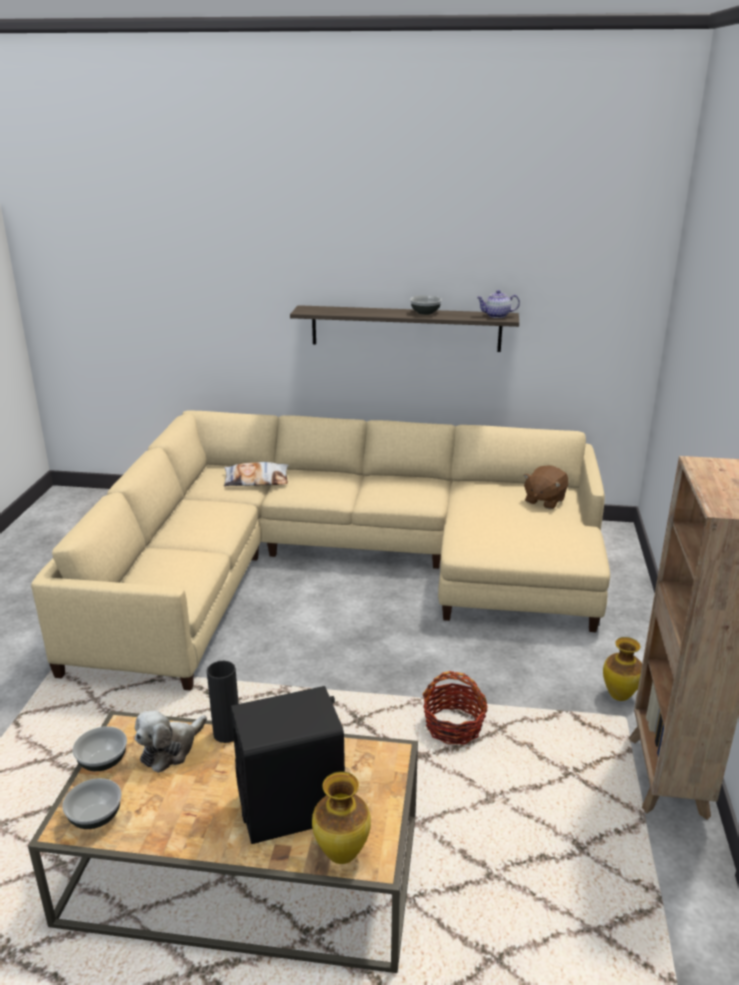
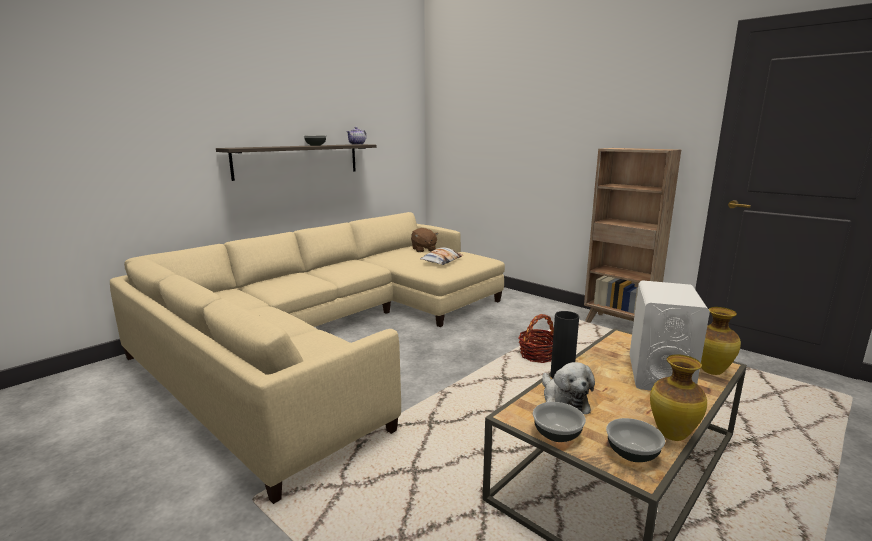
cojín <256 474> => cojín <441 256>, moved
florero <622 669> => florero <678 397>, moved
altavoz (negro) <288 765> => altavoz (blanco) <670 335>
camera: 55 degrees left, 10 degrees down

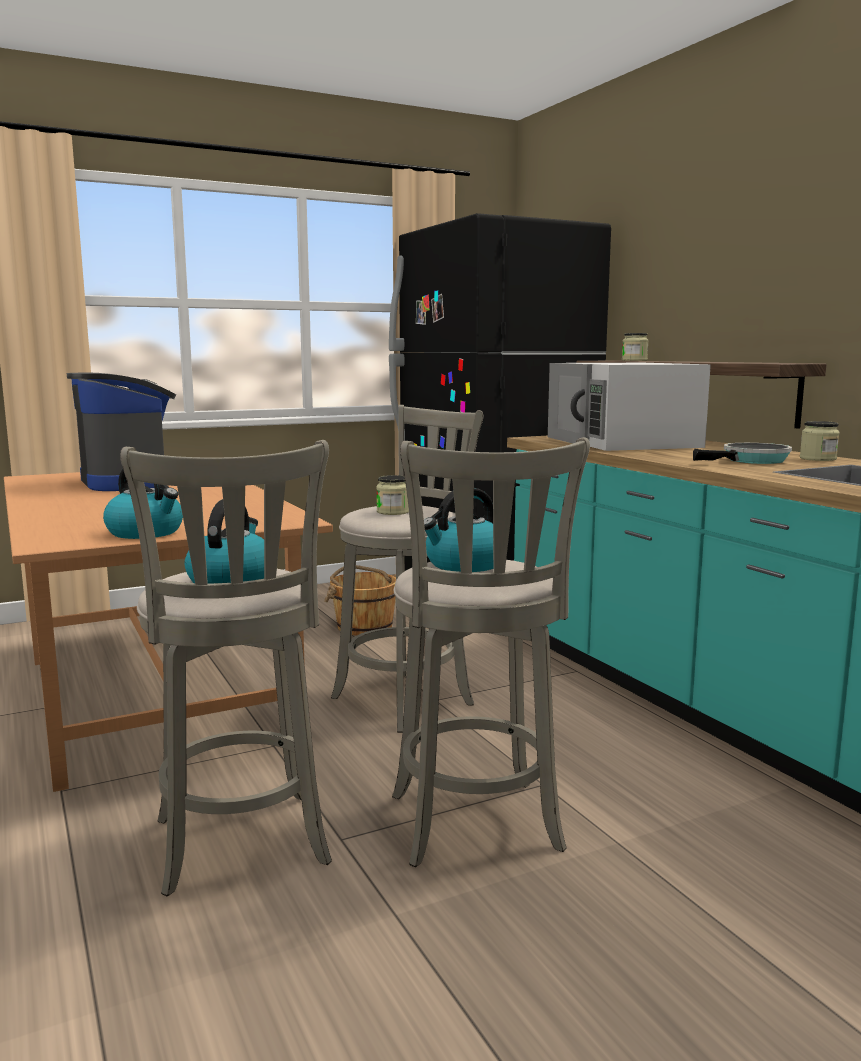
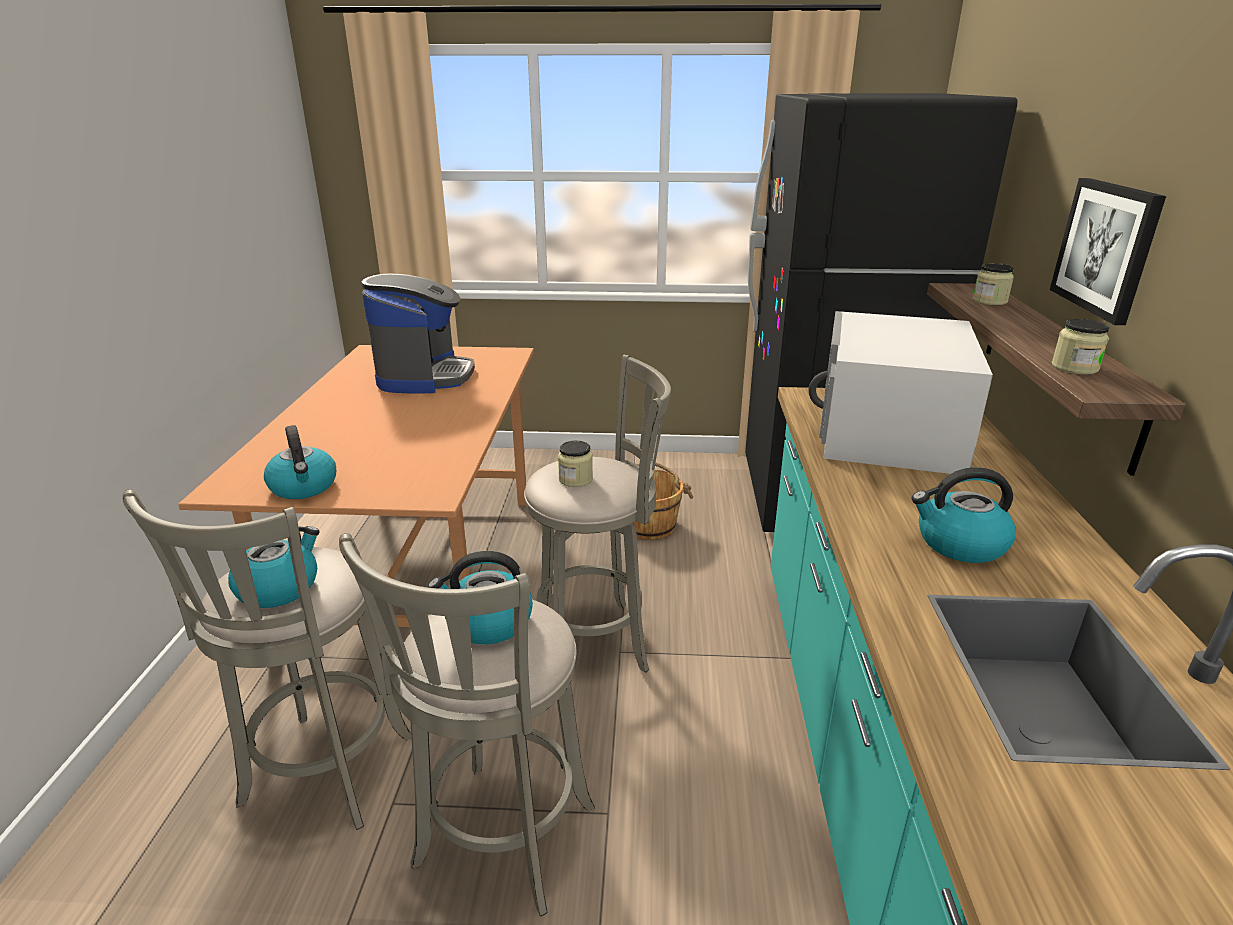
nothing => cuadro <1108 251>
tarro <820 441> => tarro <1080 346>, moved
sartén <742 453> => hervidor <964 515>
camera: 30 degrees right, 15 degrees up

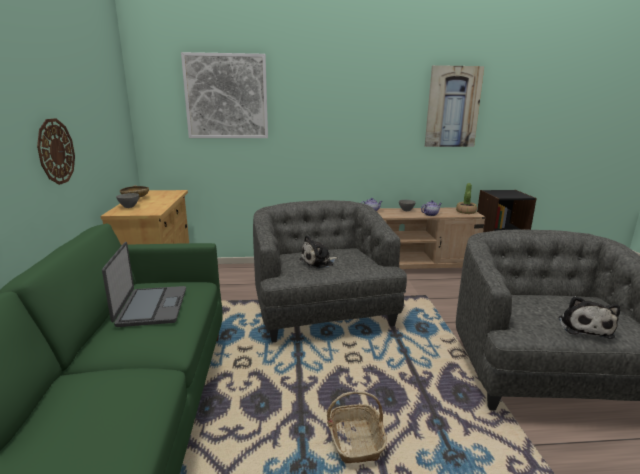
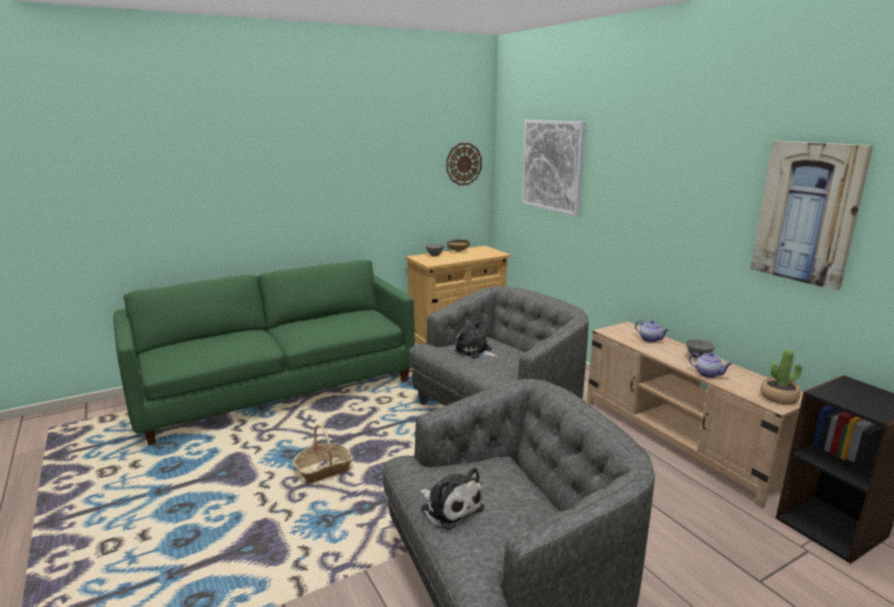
portátil <144 284> => nothing
reloj de pared <56 151> => reloj de pared <464 164>, moved
peluche <589 317> => peluche <452 498>, 120 degrees counterclockwise
camera: 65 degrees right, 0 degrees up

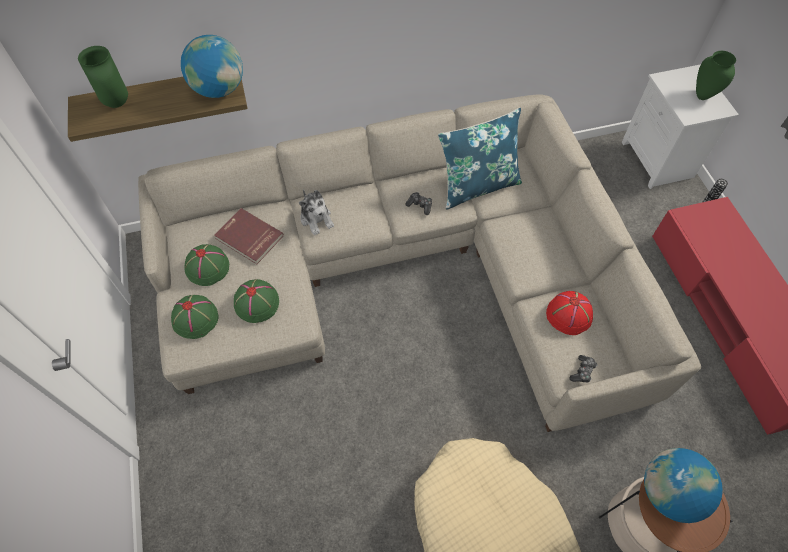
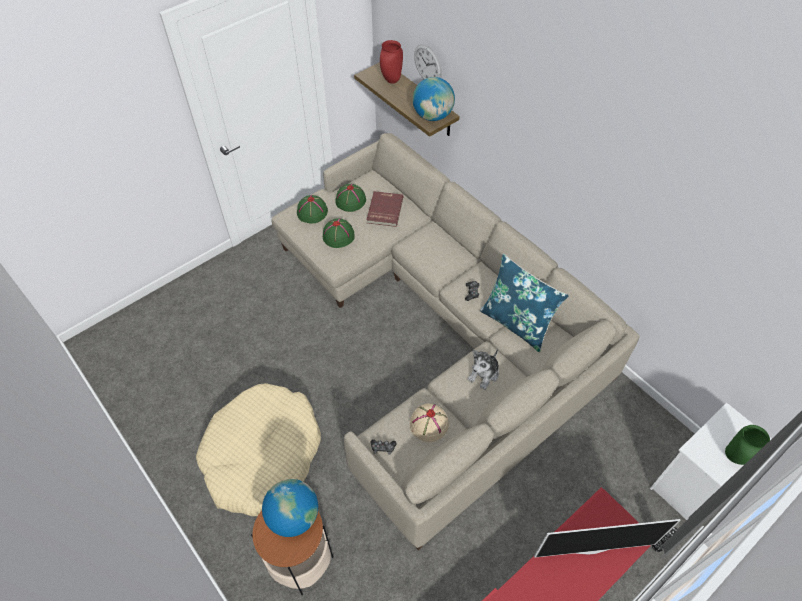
nothing => reloj de pared <428 61>
nothing => televisor <607 538>
peluche <316 212> => peluche <483 369>, moved
florero (verde) <103 77> => florero (rojo) <391 62>
sombrero (rojo) <569 313> => sombrero (beis) <429 423>
camera: 65 degrees right, 5 degrees down

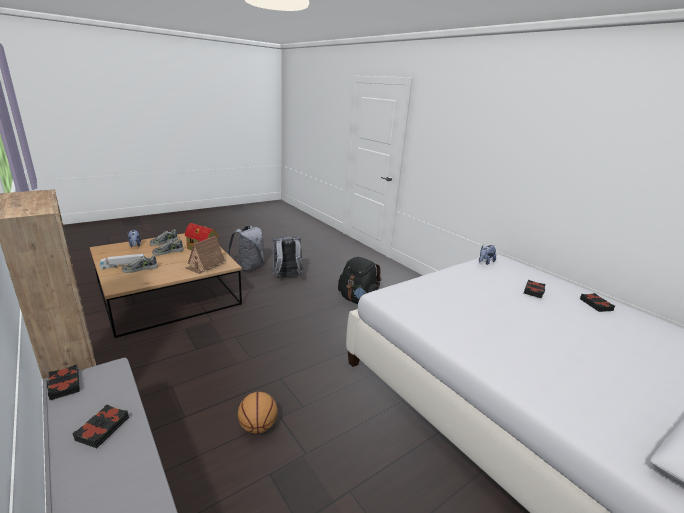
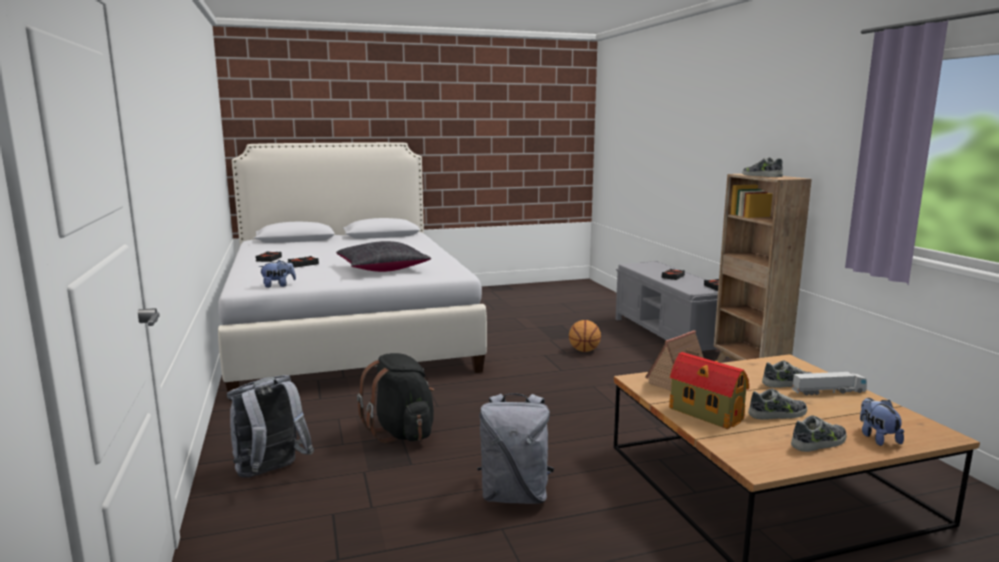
nothing => cojín (negro) <383 256>
nothing => zapato <762 167>
mochila (gris) <246 248> => mochila (gris) <270 426>, moved
camera: 160 degrees left, 10 degrees down

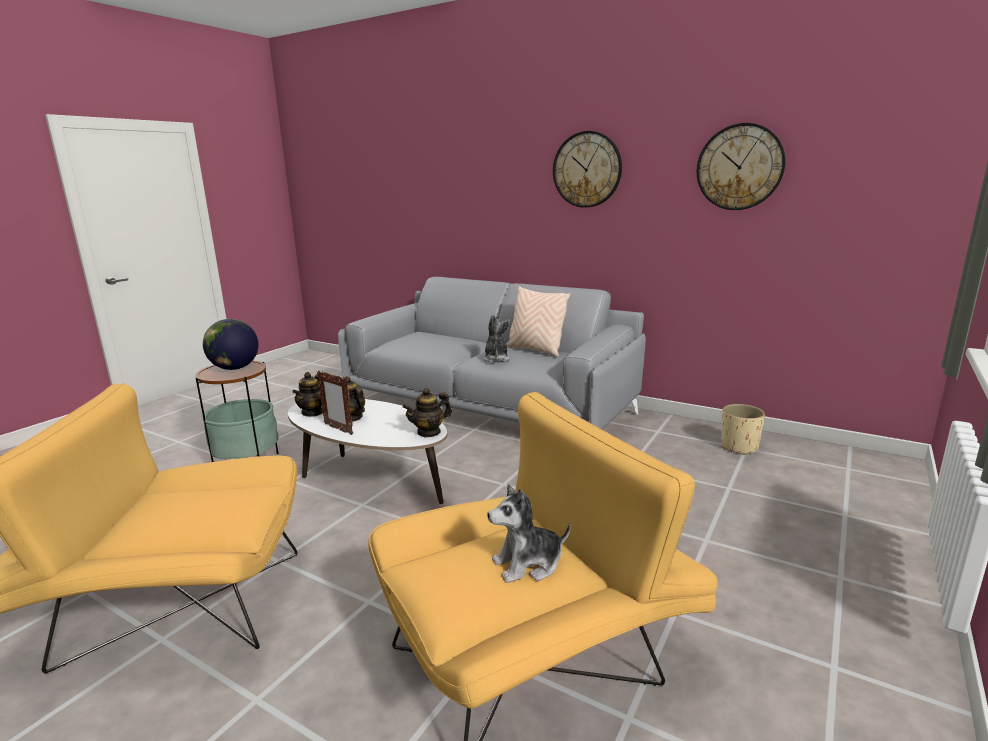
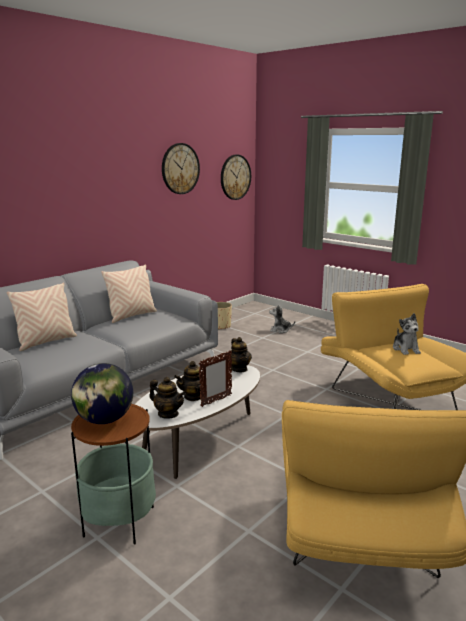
nothing => cojín (beis) <42 316>
peluche <496 338> => peluche <282 318>, moved
reloj de pared <587 169> => reloj de pared <236 177>, moved
camera: 80 degrees left, 0 degrees up

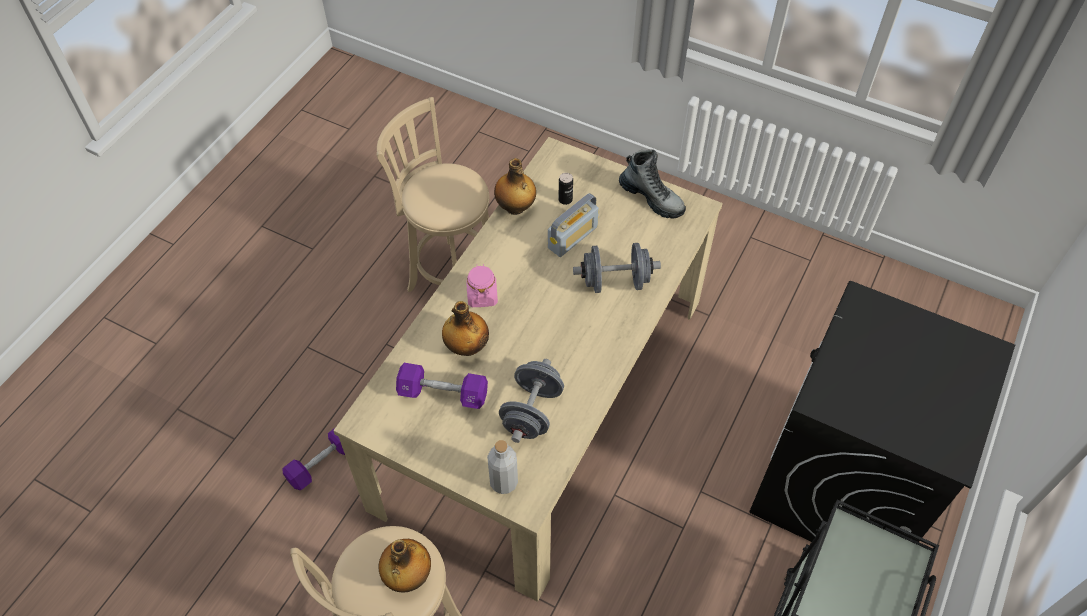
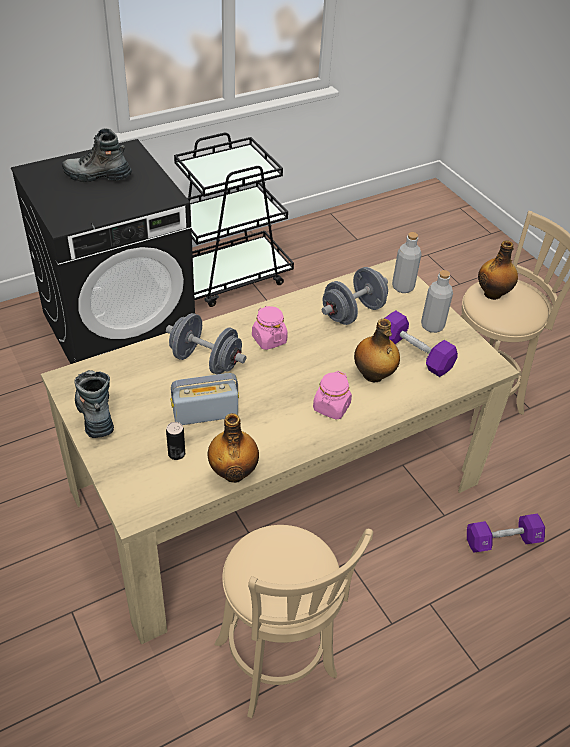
nothing => bota <97 155>
nothing => tarro (rosa) <270 328>
nothing => botella (gris) <437 301>
camera: 150 degrees left, 10 degrees down

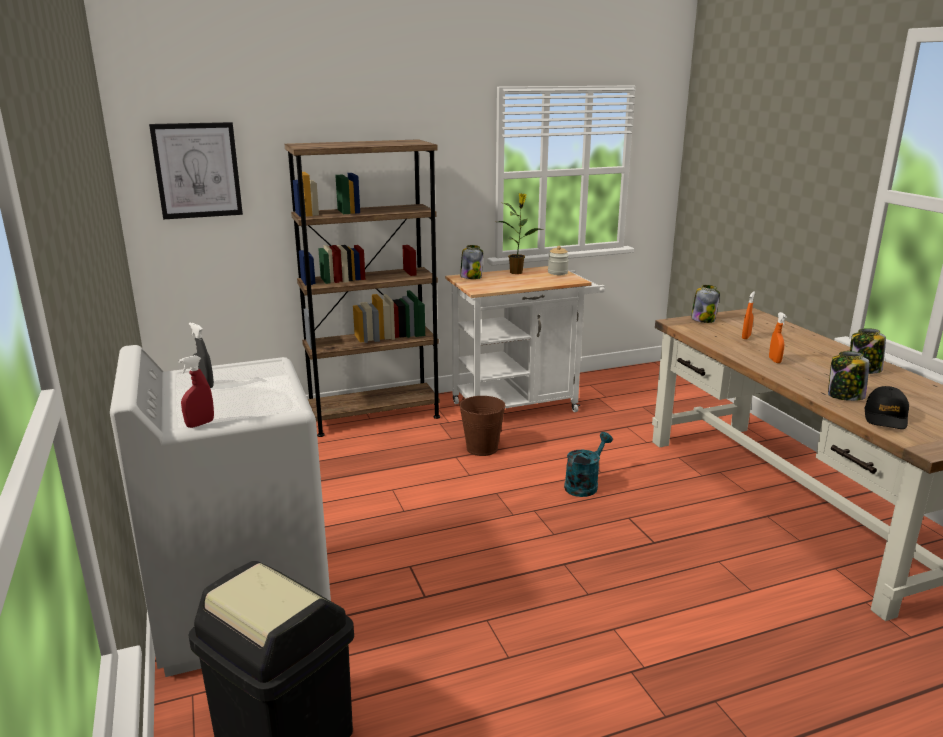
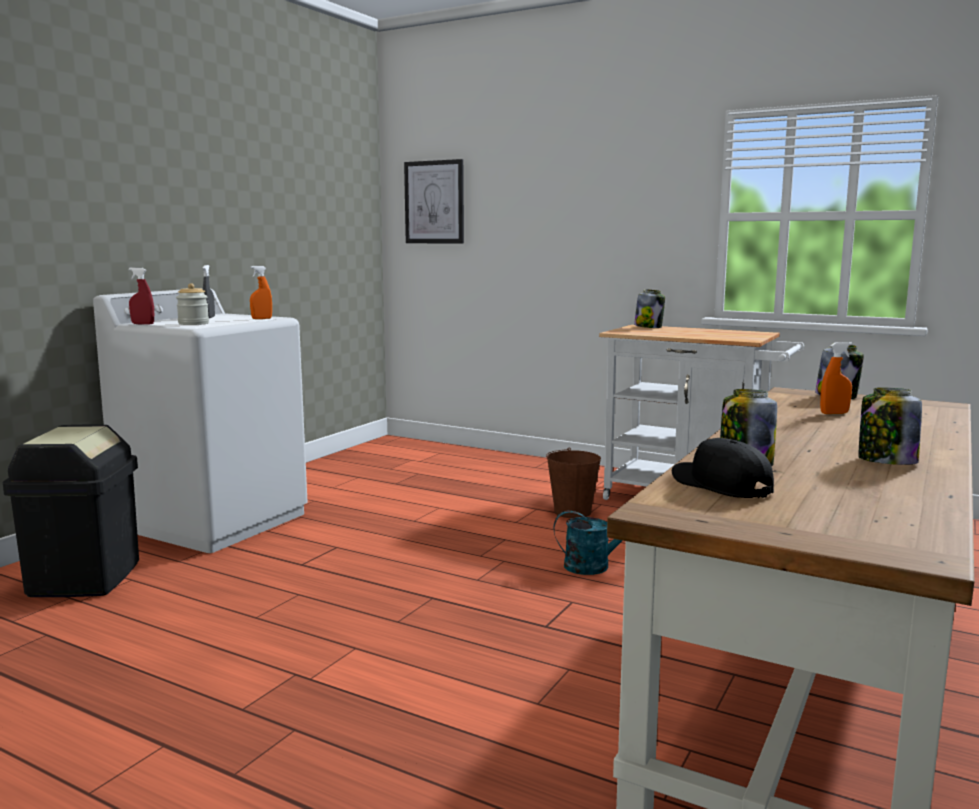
estantería (marrón) <362 288> => nothing
planta en maceta <520 233> => nothing
tarro <558 260> => tarro <192 304>, moved
pulverizador (naranja) <778 337> => pulverizador (naranja) <261 292>, moved
gorra (negro) <886 407> => gorra (negro) <723 468>, 75 degrees clockwise
camera: 50 degrees right, 10 degrees down

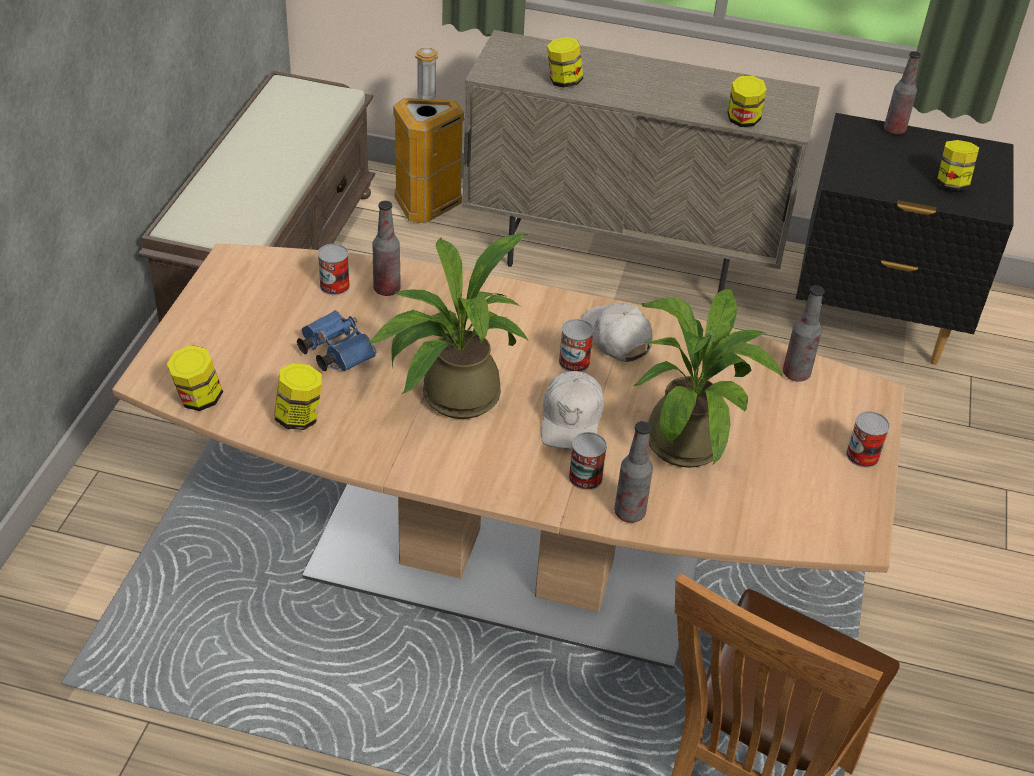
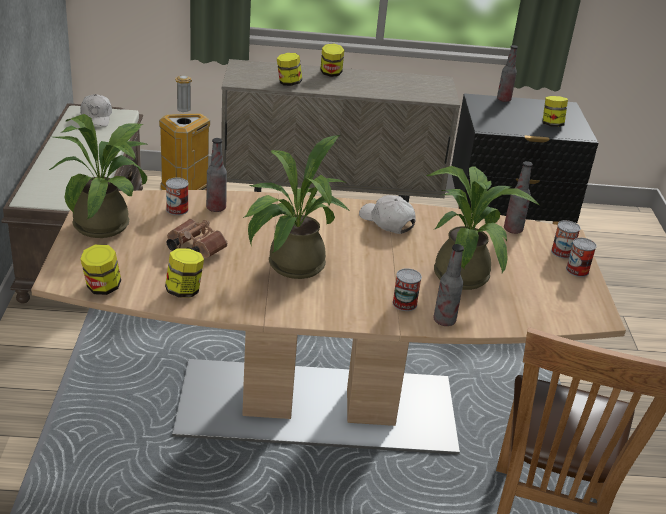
nothing => planta en maceta <99 176>
gorra (blanco) <572 410> => gorra (blanco) <96 110>, moved
lata <576 345> => lata <566 239>, moved
tarro <746 101> => tarro <332 60>, moved
prismáticos (azul) <336 340> => prismáticos (marrón) <197 238>
camera: 15 degrees left, 10 degrees down

